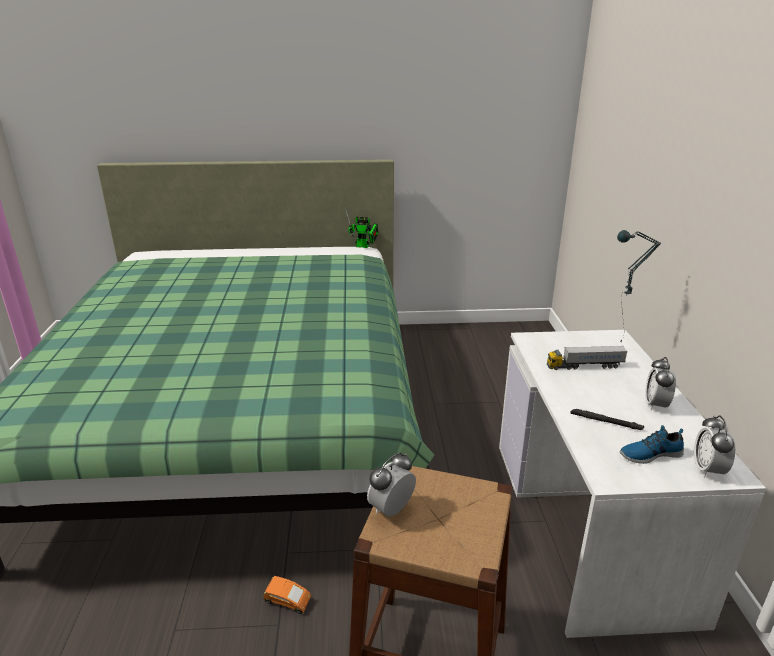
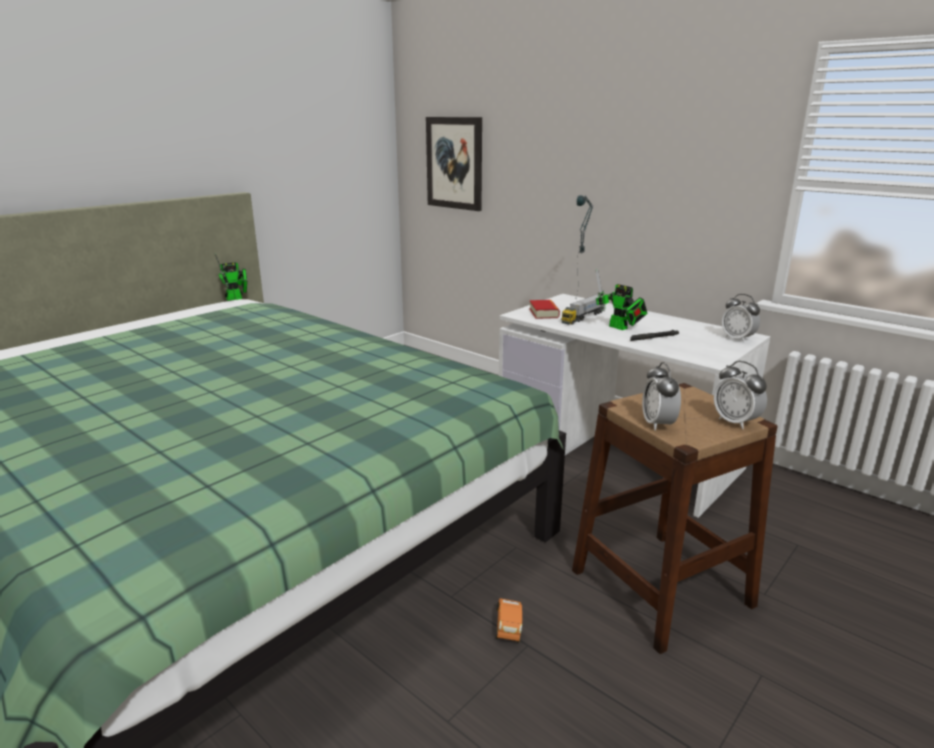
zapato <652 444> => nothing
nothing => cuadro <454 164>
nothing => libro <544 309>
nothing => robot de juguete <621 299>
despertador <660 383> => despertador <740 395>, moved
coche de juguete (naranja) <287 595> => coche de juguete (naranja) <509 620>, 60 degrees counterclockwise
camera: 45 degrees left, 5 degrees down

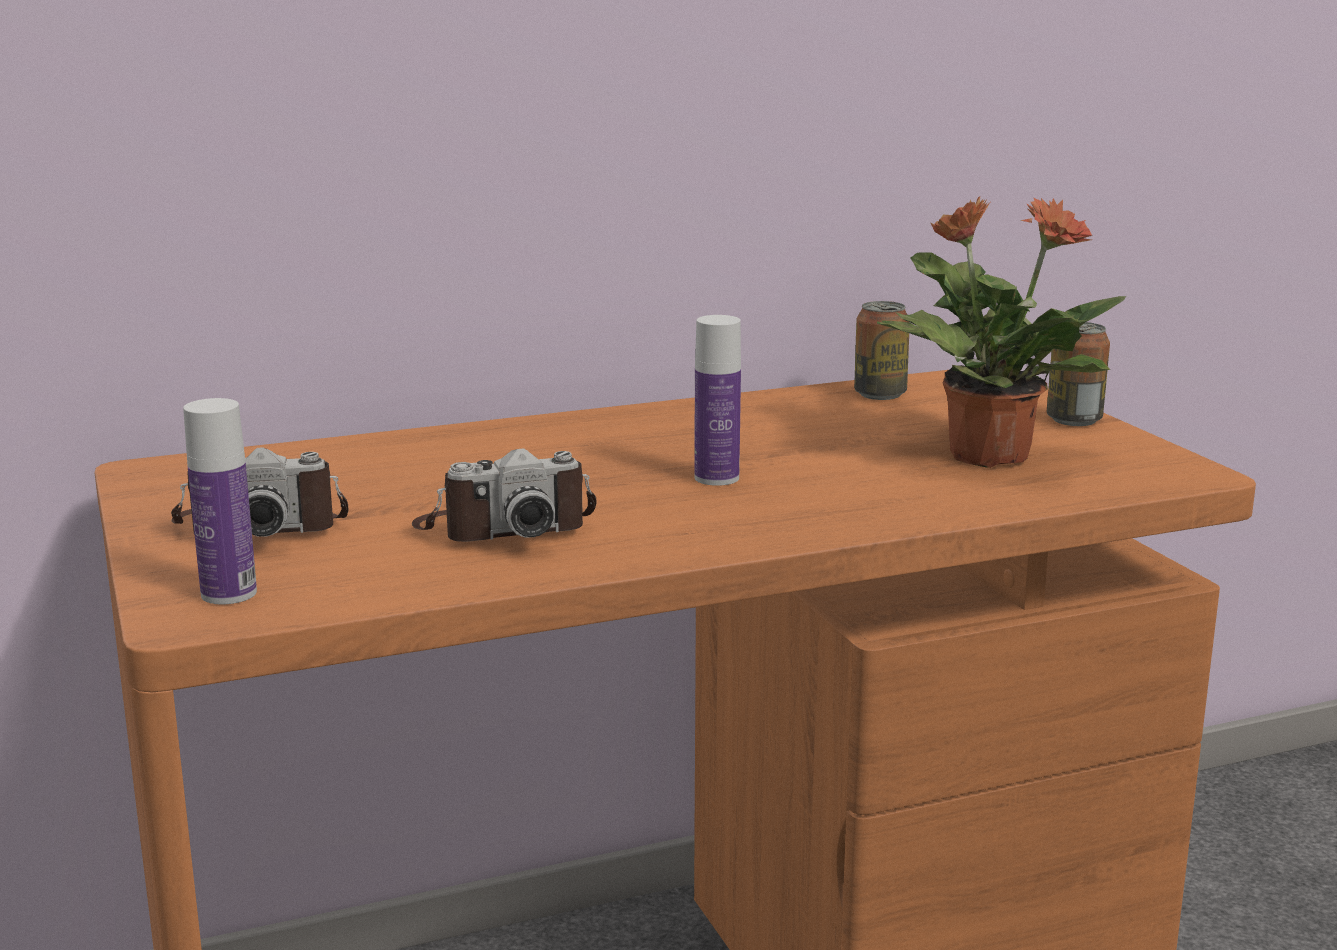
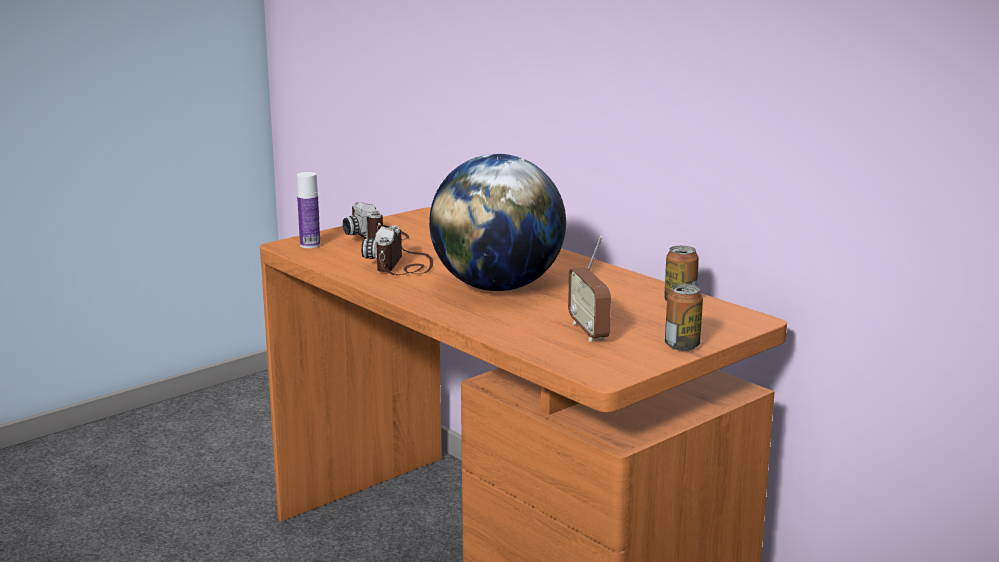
botella <717 400> => globo terráqueo <497 222>
planta en maceta <1001 332> => radio <589 289>
cámara <504 495> => cámara <397 250>, 45 degrees clockwise
camera: 70 degrees right, 0 degrees up

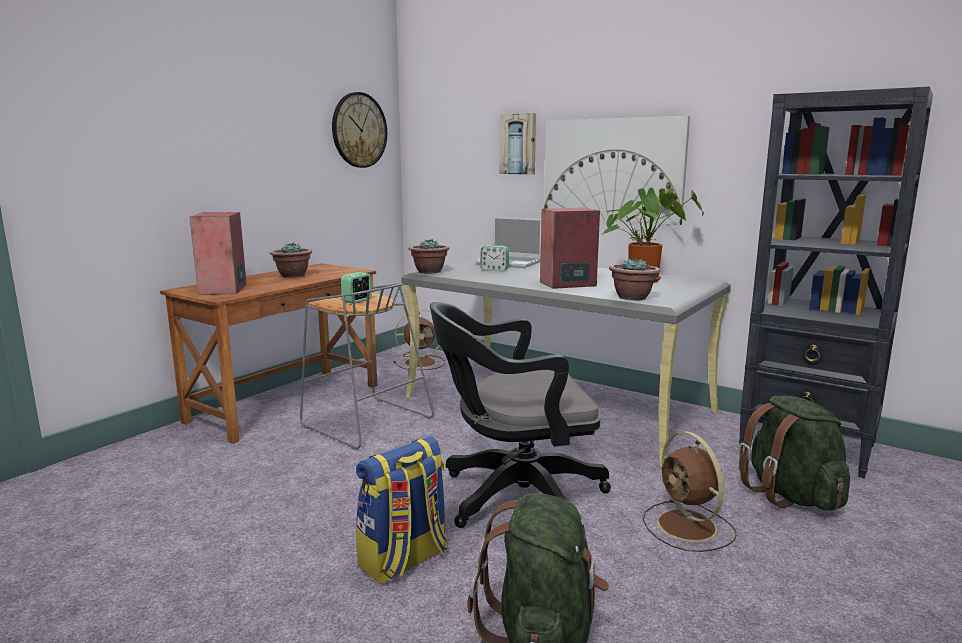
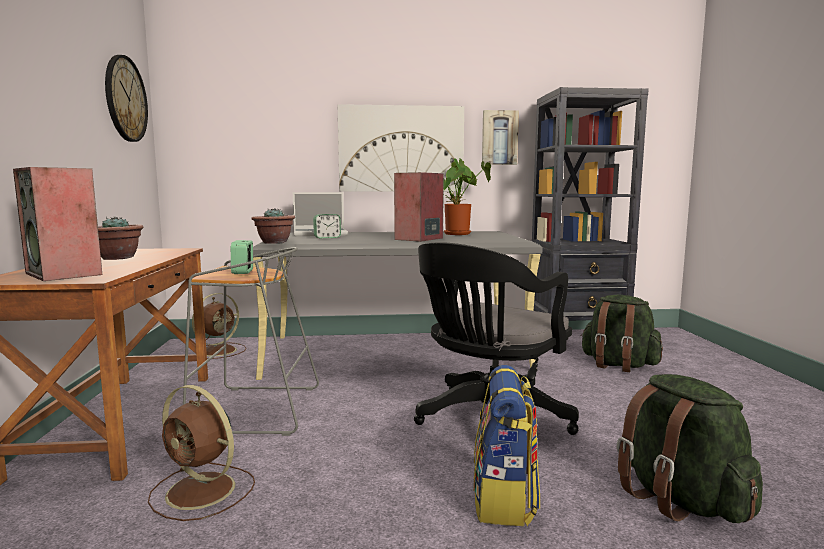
planta en maceta <634 278> => nothing
cuadro <517 144> => cuadro <500 137>, moved
ventilador (marrón) <690 491> => ventilador (marrón) <201 453>, moved
camera: 40 degrees left, 5 degrees down

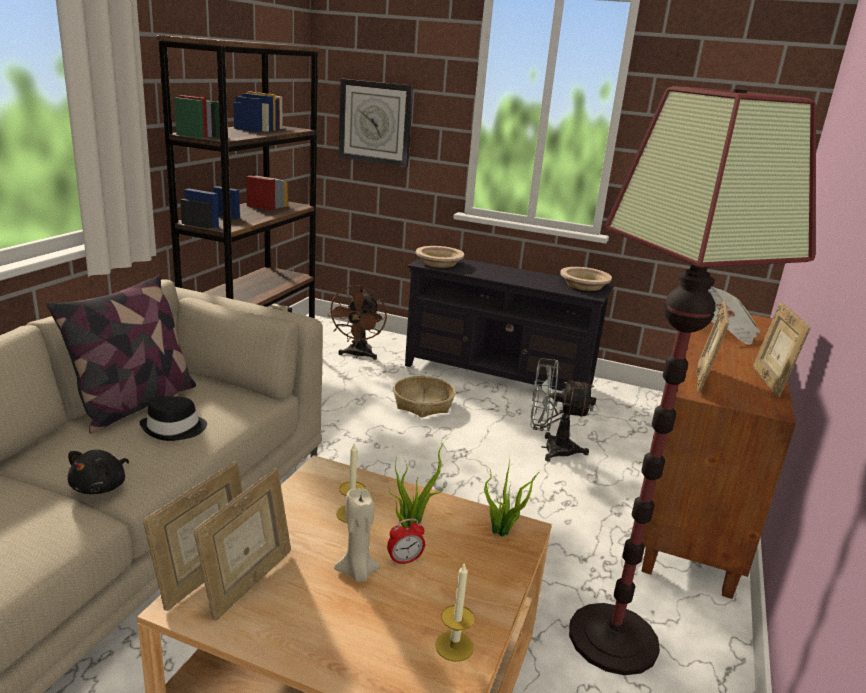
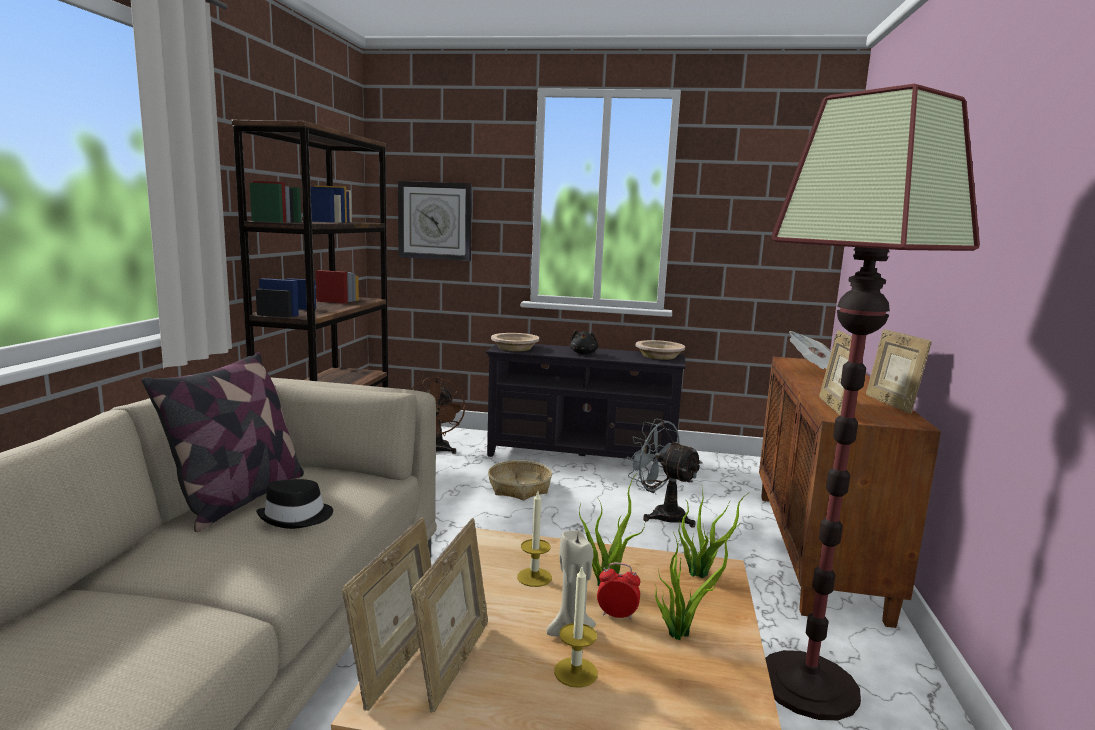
nothing => planta en maceta <697 582>
peluche (negro) <98 472> => peluche (negro) <584 342>, moved
vela <455 612> => vela <576 627>, moved
despertador <406 541> => despertador <619 591>, 135 degrees counterclockwise
ventilador (gris) <563 409> => ventilador (gris) <664 473>, 45 degrees clockwise
camera: 10 degrees left, 10 degrees down

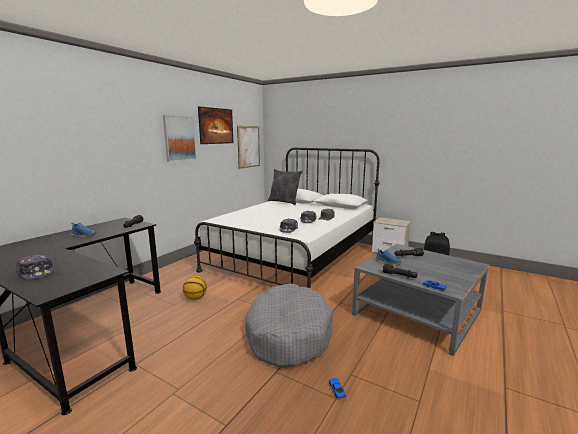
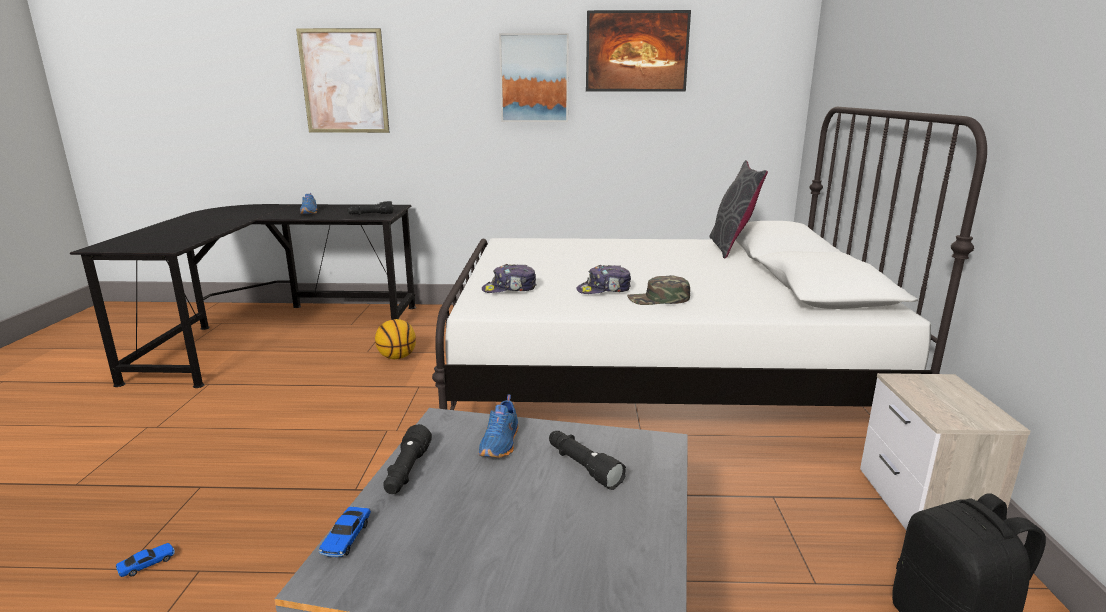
gorra <34 266> => nothing
cama para perro (gris) <289 326> => nothing
cuadro <248 147> => cuadro <342 80>, moved
camera: 60 degrees right, 5 degrees up

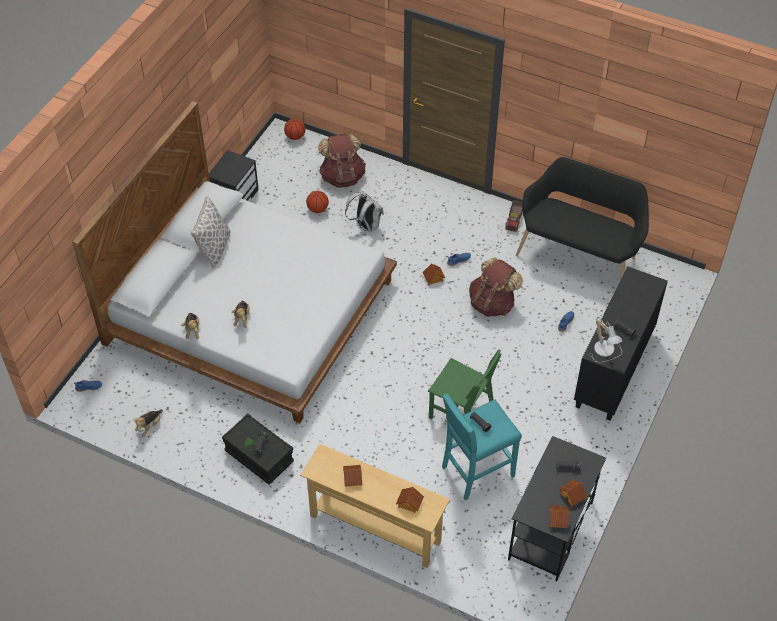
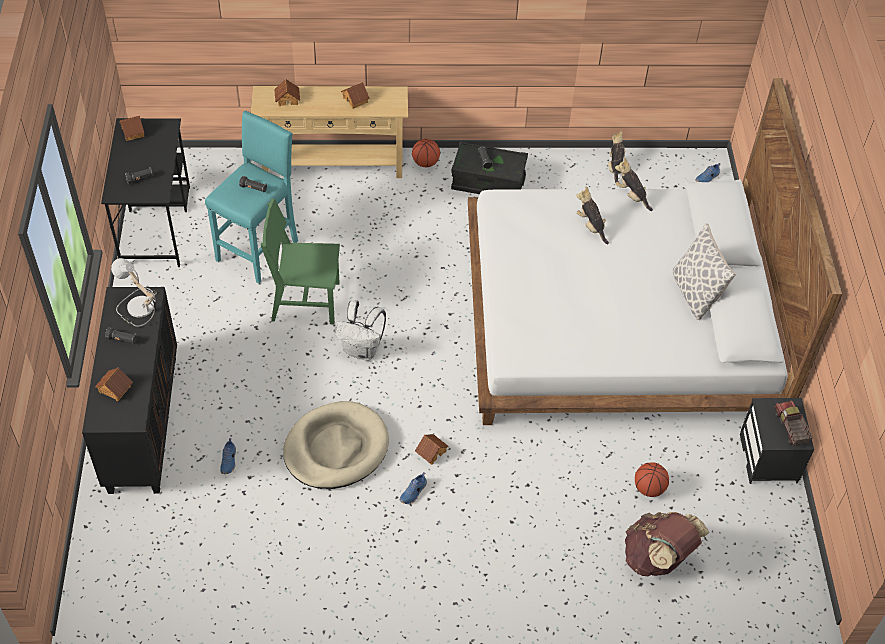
banco (negro) <582 218> => nothing
balón de baloncesto <294 129> => balón de baloncesto <426 153>, moved
mochila (blanco) <364 211> => mochila (blanco) <360 330>, moved
camión de juguete <514 216> => camión de juguete <793 423>, moved
casita <573 493> => casita <114 384>, moved
mochila (marrón) <496 287> => cama para perro (beis) <336 445>
camera: 150 degrees right, 0 degrees up

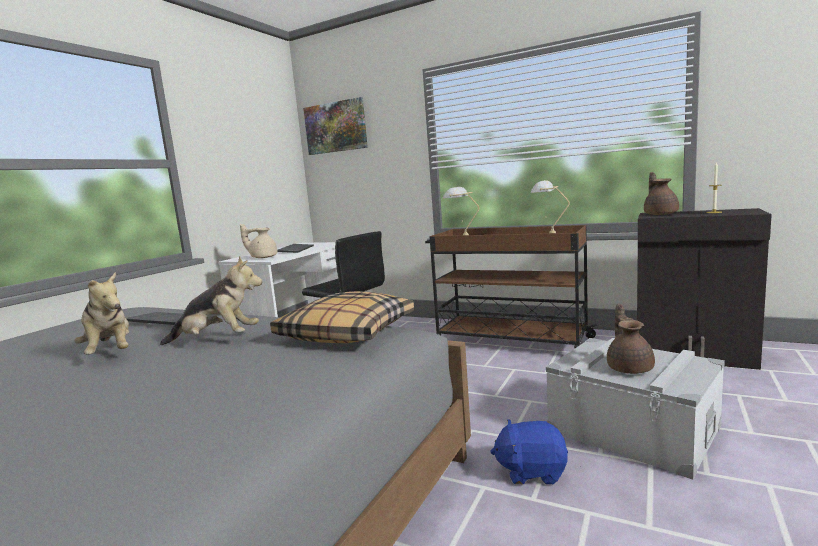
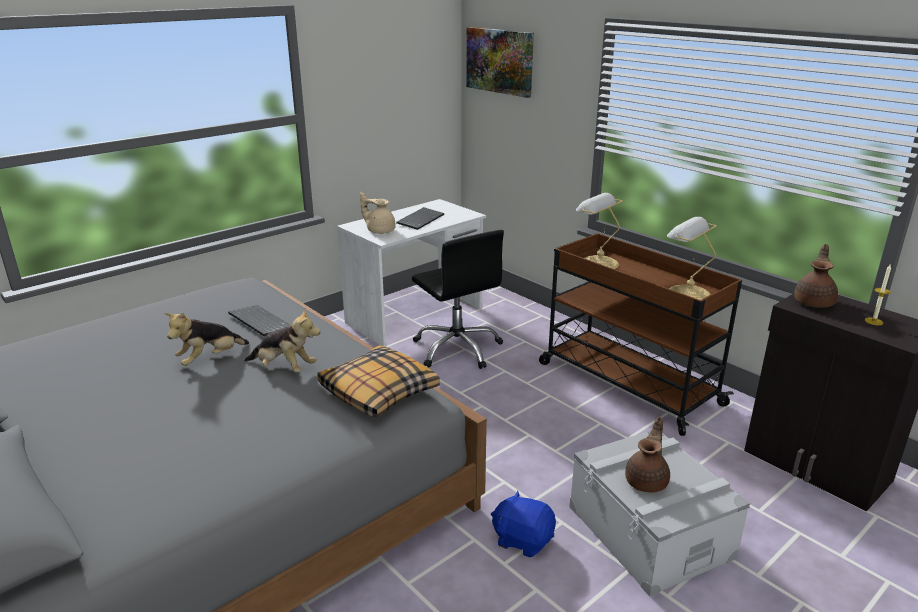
peluche <101 313> => peluche <206 339>, 60 degrees clockwise
camera: 20 degrees right, 15 degrees up

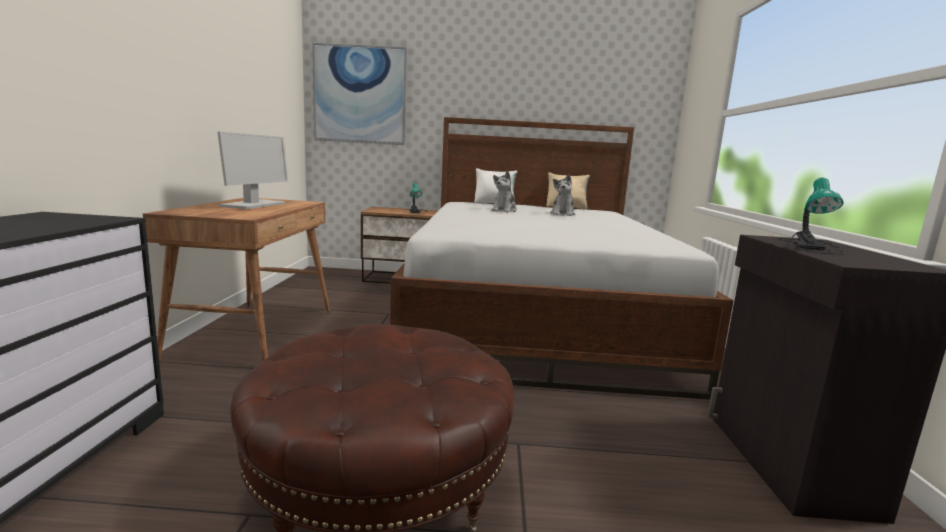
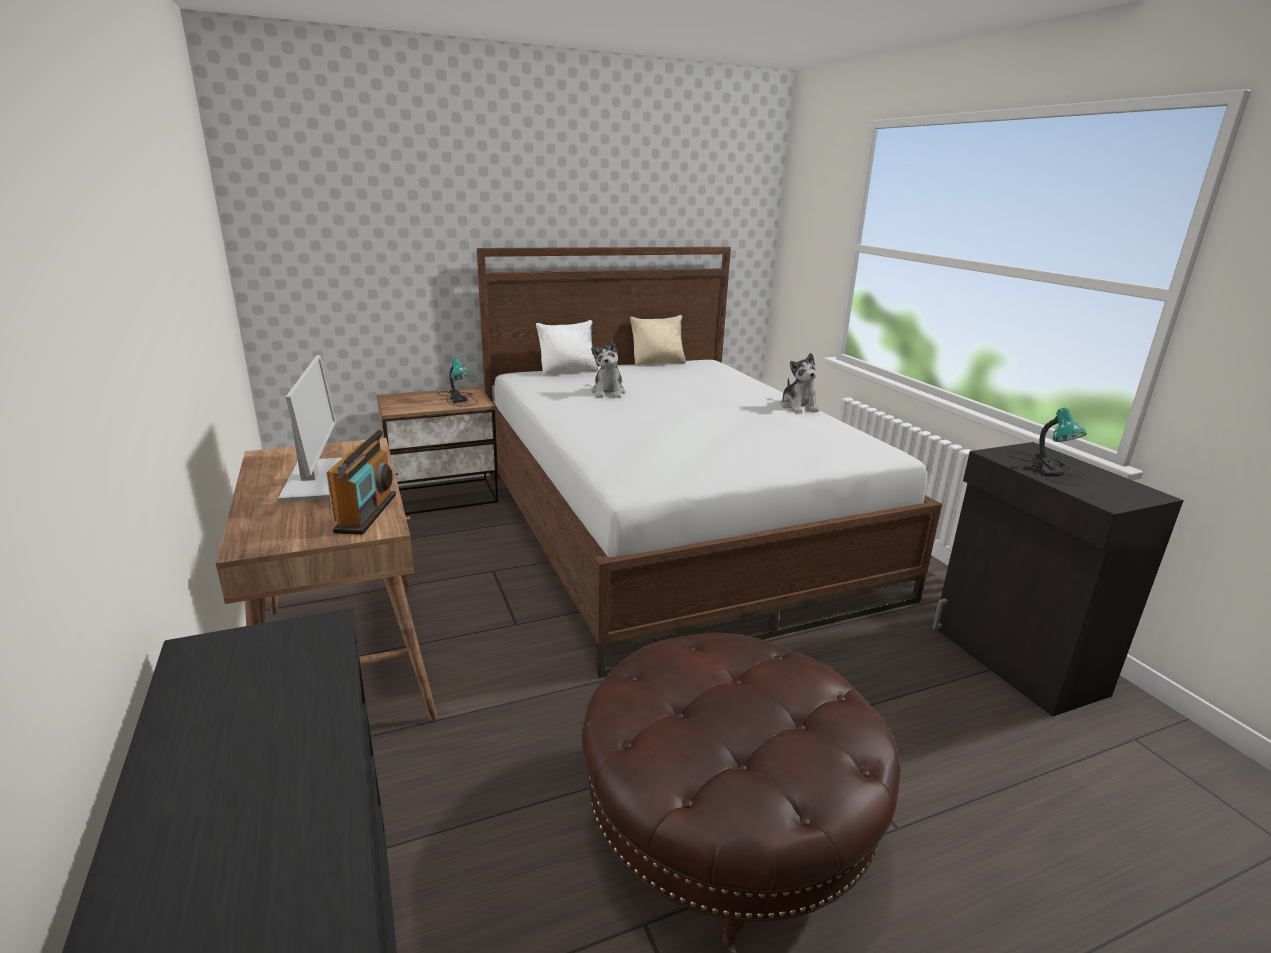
cuadro <359 94> => nothing
nothing => radio <361 482>
peluche <562 195> => peluche <799 383>, moved
camera: 25 degrees left, 10 degrees up

